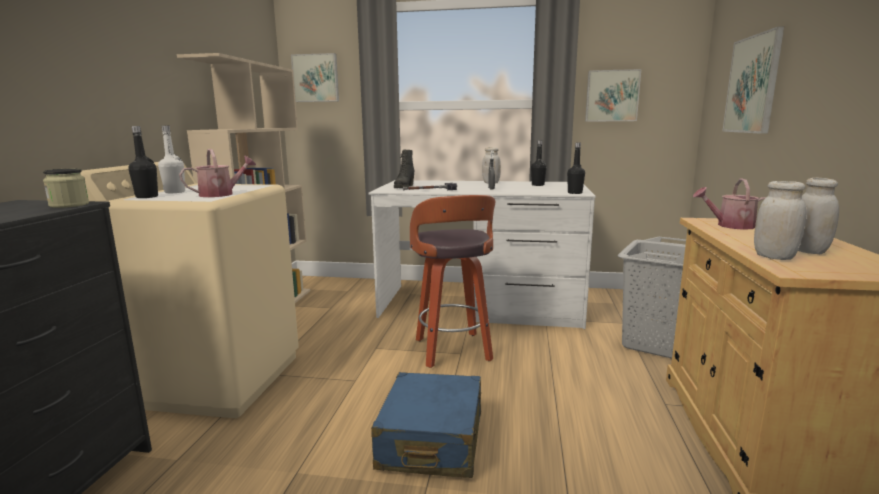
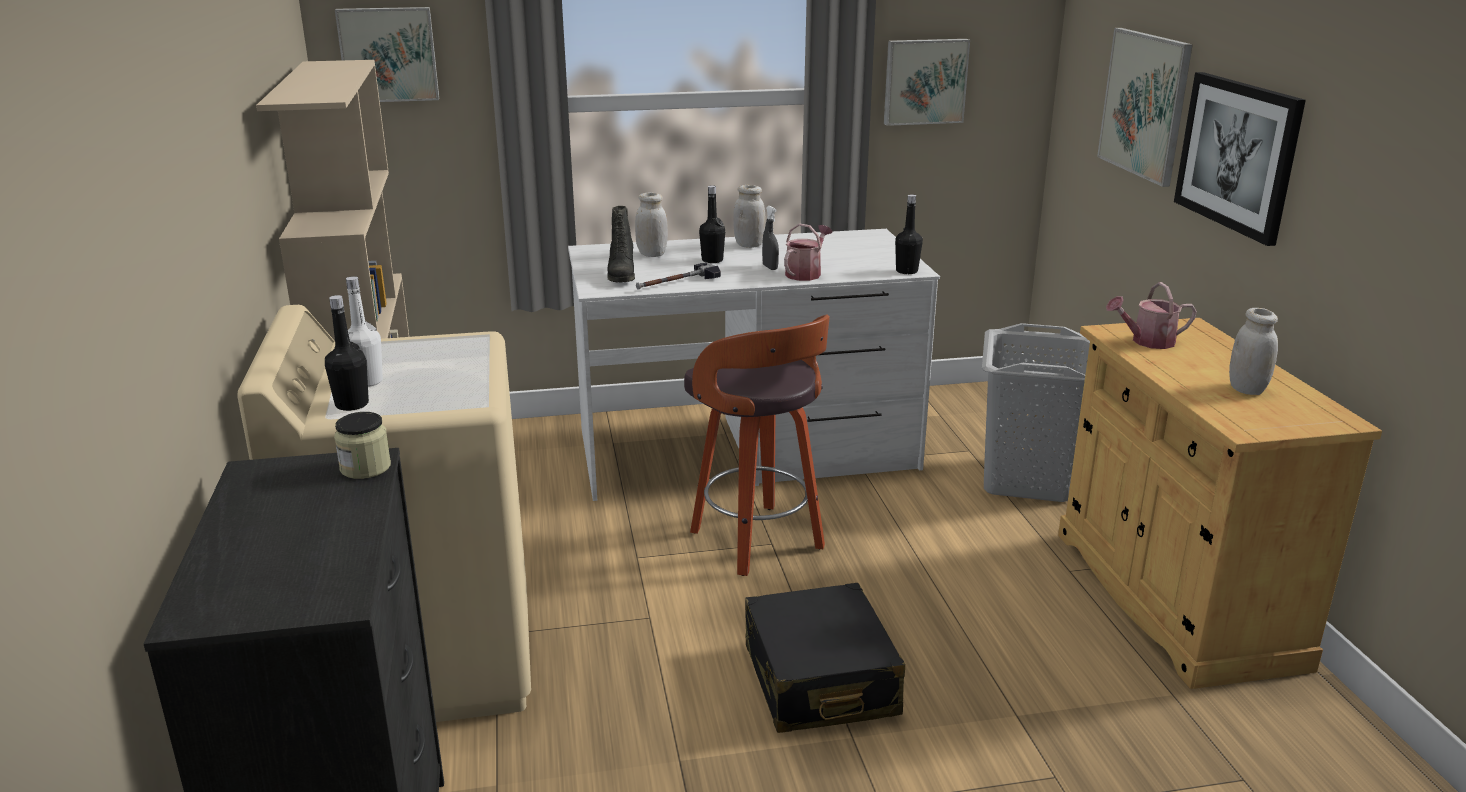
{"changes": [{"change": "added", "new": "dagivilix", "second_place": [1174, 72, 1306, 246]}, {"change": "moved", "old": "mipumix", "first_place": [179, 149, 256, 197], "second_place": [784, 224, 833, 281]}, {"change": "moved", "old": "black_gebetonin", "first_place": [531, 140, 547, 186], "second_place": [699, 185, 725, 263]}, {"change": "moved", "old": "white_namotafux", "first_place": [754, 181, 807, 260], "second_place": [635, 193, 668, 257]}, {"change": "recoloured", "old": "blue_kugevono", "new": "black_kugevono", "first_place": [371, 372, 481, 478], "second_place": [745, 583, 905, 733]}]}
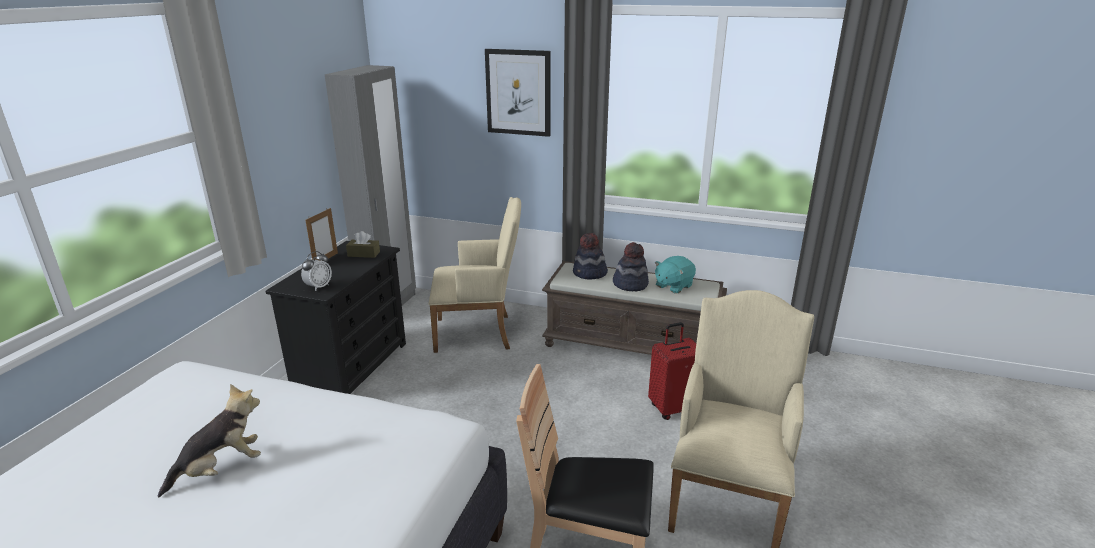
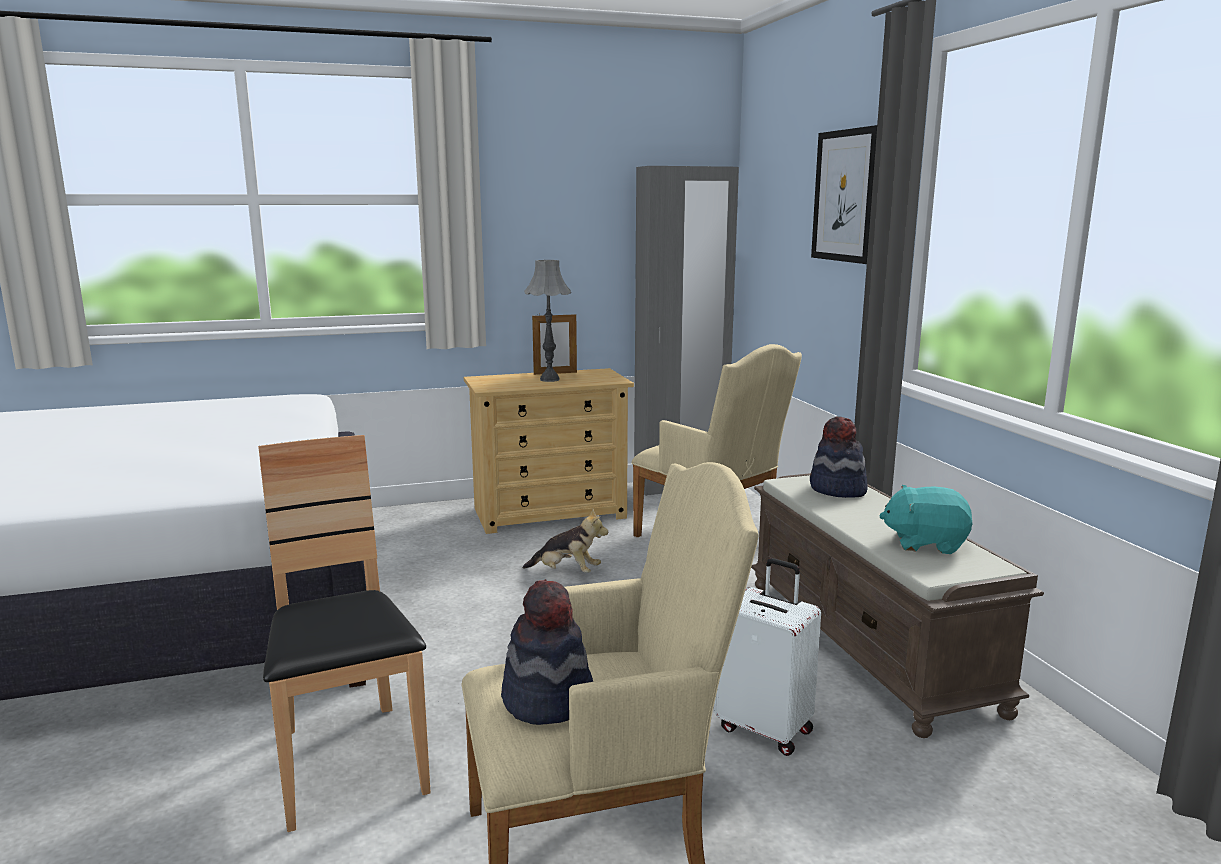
{"changes": [{"change": "removed", "old": "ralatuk", "first_place": [301, 251, 332, 291]}, {"change": "removed", "old": "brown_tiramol", "first_place": [346, 231, 380, 258]}, {"change": "added", "new": "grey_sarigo", "second_place": [524, 260, 571, 382]}, {"change": "moved", "old": "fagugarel", "first_place": [158, 384, 261, 498], "second_place": [523, 509, 608, 573]}, {"change": "moved", "old": "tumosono", "first_place": [613, 242, 649, 291], "second_place": [501, 579, 593, 725]}, {"change": "recoloured", "old": "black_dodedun", "new": "beige_dodedun", "first_place": [266, 241, 406, 394], "second_place": [464, 368, 634, 534]}, {"change": "recoloured", "old": "red_kugevono", "new": "white_kugevono", "first_place": [648, 322, 696, 420], "second_place": [714, 558, 821, 756]}]}
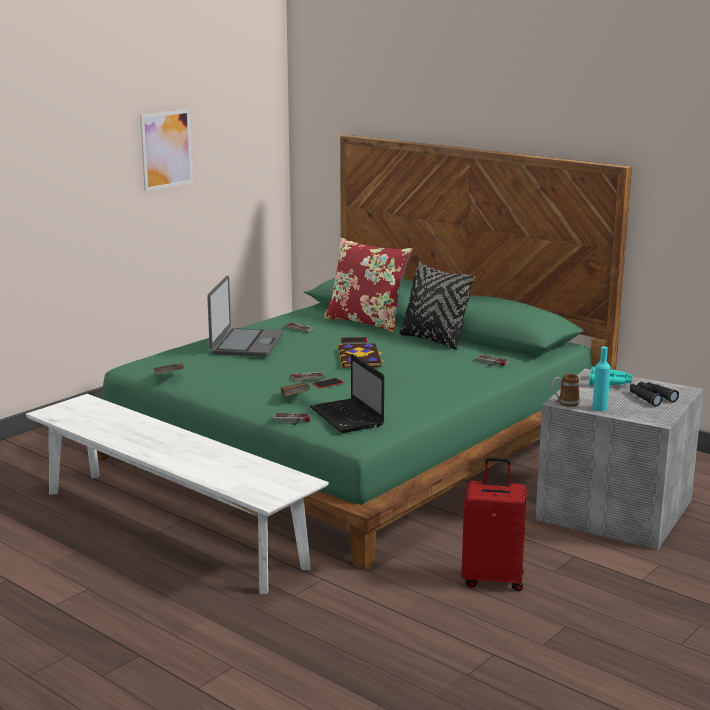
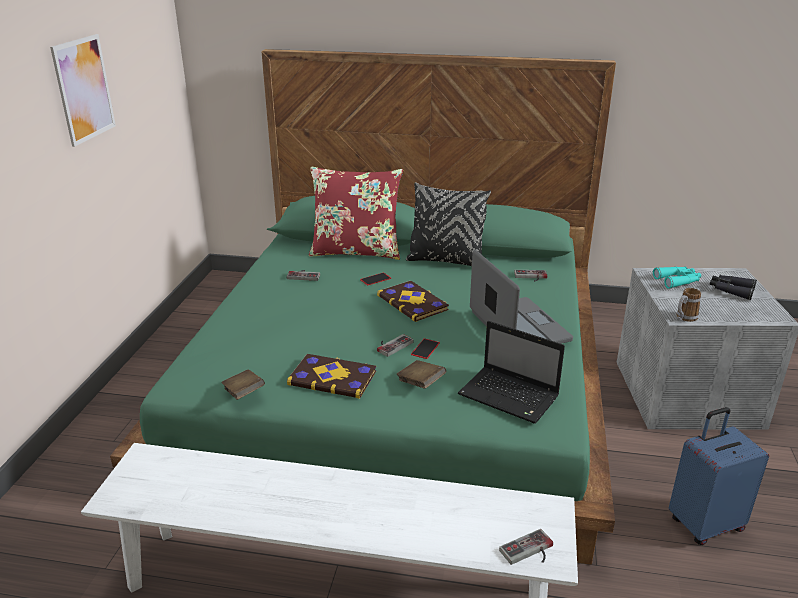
{"changes": [{"change": "removed", "old": "turquoise_gebetonin", "first_place": [592, 347, 611, 412]}, {"change": "added", "new": "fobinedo", "second_place": [287, 354, 376, 399]}, {"change": "moved", "old": "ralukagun", "first_place": [207, 275, 283, 357], "second_place": [470, 250, 573, 344]}, {"change": "moved", "old": "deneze", "first_place": [273, 413, 311, 425], "second_place": [499, 529, 553, 565]}, {"change": "recoloured", "old": "red_kugevono", "new": "blue_kugevono", "first_place": [461, 457, 527, 591], "second_place": [669, 407, 769, 545]}]}
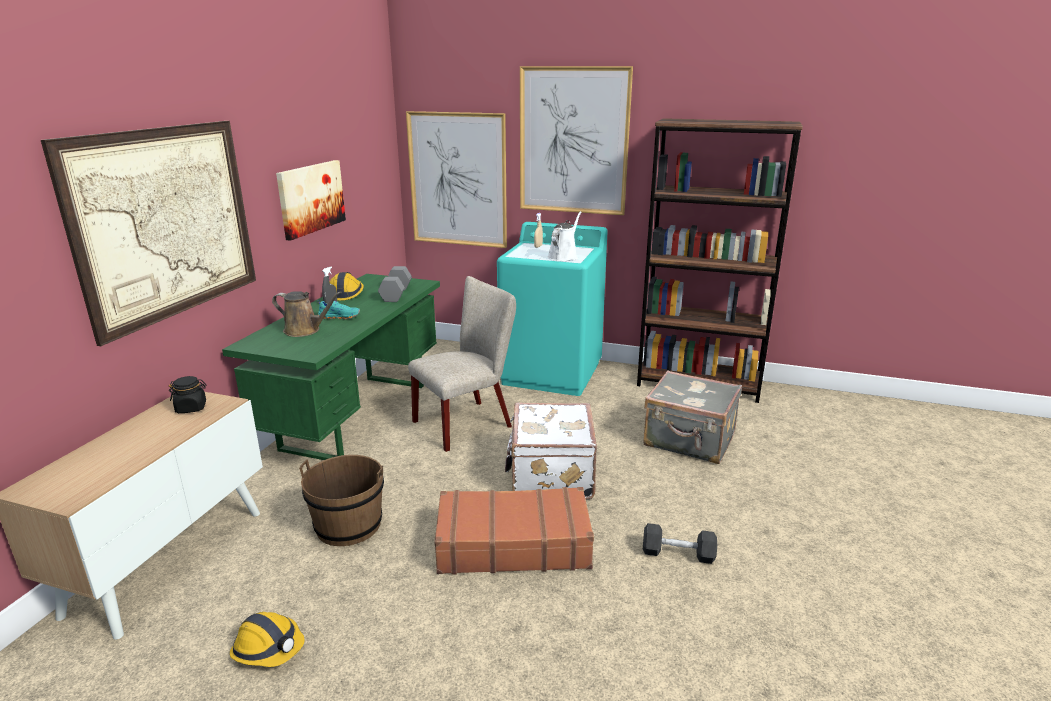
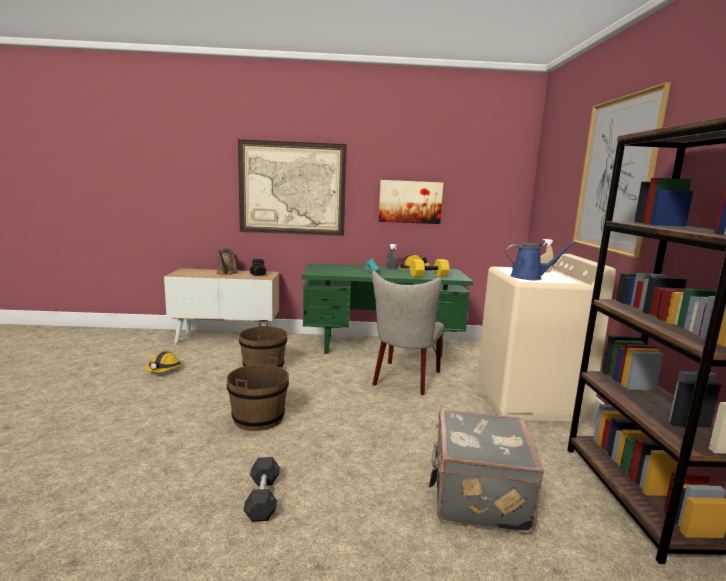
{"changes": [{"change": "removed", "old": "dagivilix", "first_place": [406, 111, 507, 248]}, {"change": "removed", "old": "white_kugevono", "first_place": [505, 403, 597, 499]}, {"change": "moved", "old": "brown_mipumix", "first_place": [272, 291, 342, 337], "second_place": [216, 249, 238, 275]}, {"change": "replaced", "old": "brown_kugevono", "new": "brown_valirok", "first_place": [434, 487, 594, 575], "second_place": [227, 357, 289, 431]}, {"change": "recoloured", "old": "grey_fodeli", "new": "yellow_fodeli", "first_place": [378, 266, 412, 302], "second_place": [410, 259, 450, 277]}, {"change": "recoloured", "old": "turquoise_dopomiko", "new": "beige_dopomiko", "first_place": [497, 222, 608, 396], "second_place": [477, 254, 616, 422]}, {"change": "recoloured", "old": "white_mipumix", "new": "blue_mipumix", "first_place": [548, 211, 582, 261], "second_place": [505, 241, 576, 280]}, {"change": "turned", "old": "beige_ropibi", "first_place": [408, 276, 516, 452], "second_place": [372, 271, 444, 395], "degrees": 75}]}
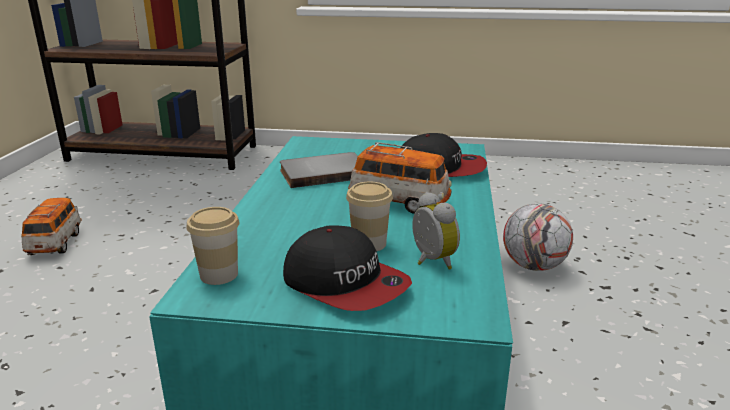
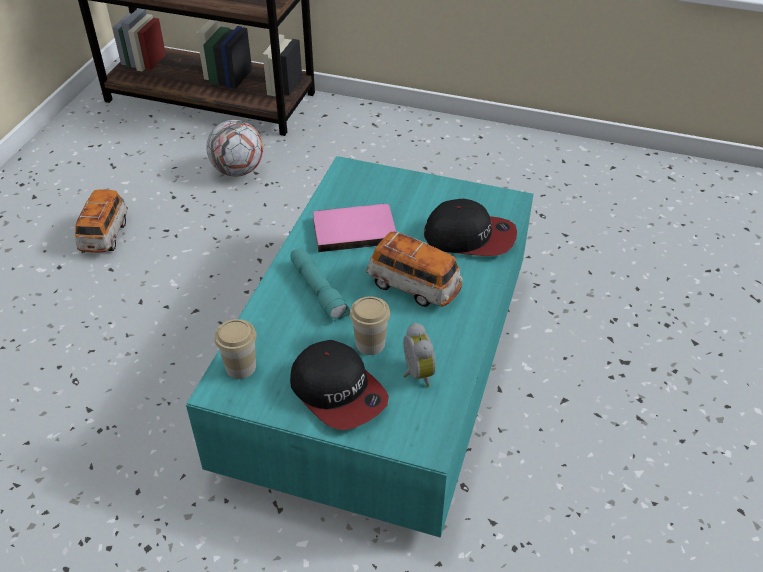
{"changes": [{"change": "added", "new": "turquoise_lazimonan", "second_place": [291, 248, 350, 322]}, {"change": "moved", "old": "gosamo", "first_place": [503, 203, 573, 271], "second_place": [206, 120, 263, 176]}, {"change": "recoloured", "old": "grey_fobinedo", "new": "pink_fobinedo", "first_place": [280, 152, 358, 188], "second_place": [313, 204, 396, 252]}]}
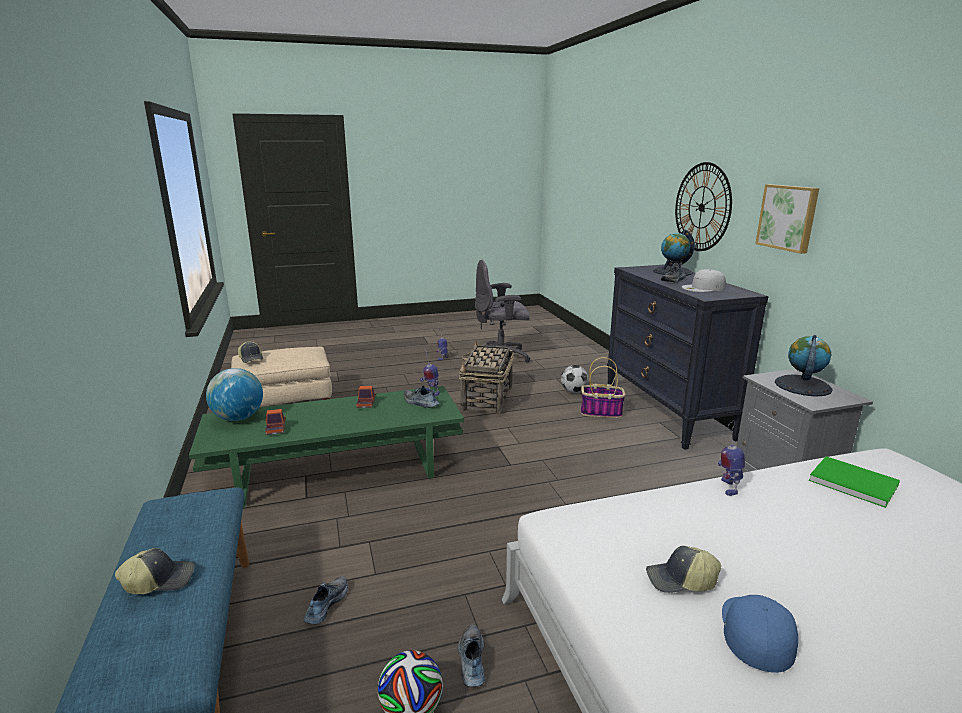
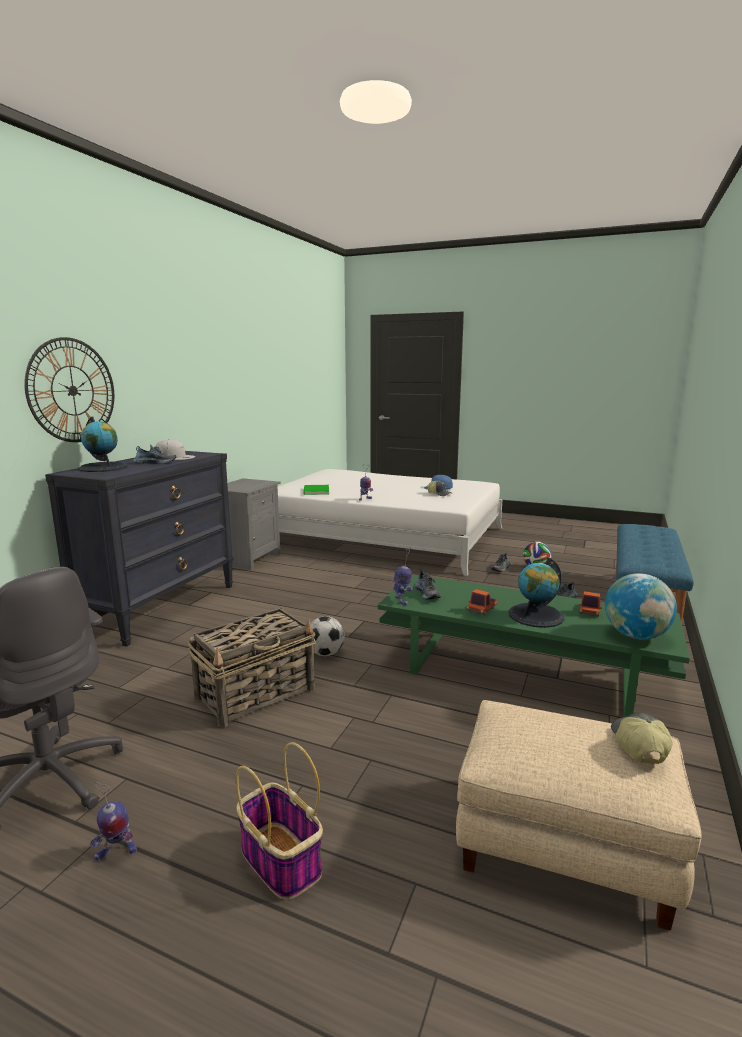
{"changes": [{"change": "removed", "old": "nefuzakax", "first_place": [115, 548, 195, 594]}, {"change": "removed", "old": "dagivilix", "first_place": [755, 184, 819, 254]}, {"change": "moved", "old": "gosamo", "first_place": [561, 365, 589, 393], "second_place": [310, 616, 345, 656]}, {"change": "moved", "old": "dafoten", "first_place": [581, 357, 626, 418], "second_place": [236, 742, 323, 900]}, {"change": "moved", "old": "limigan", "first_place": [775, 335, 833, 397], "second_place": [508, 557, 565, 628]}]}
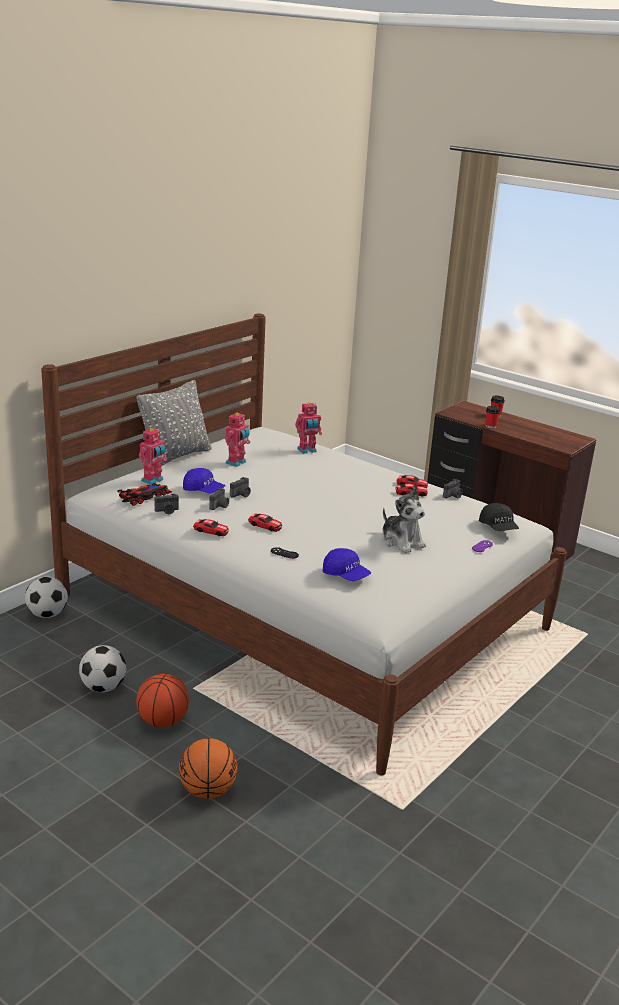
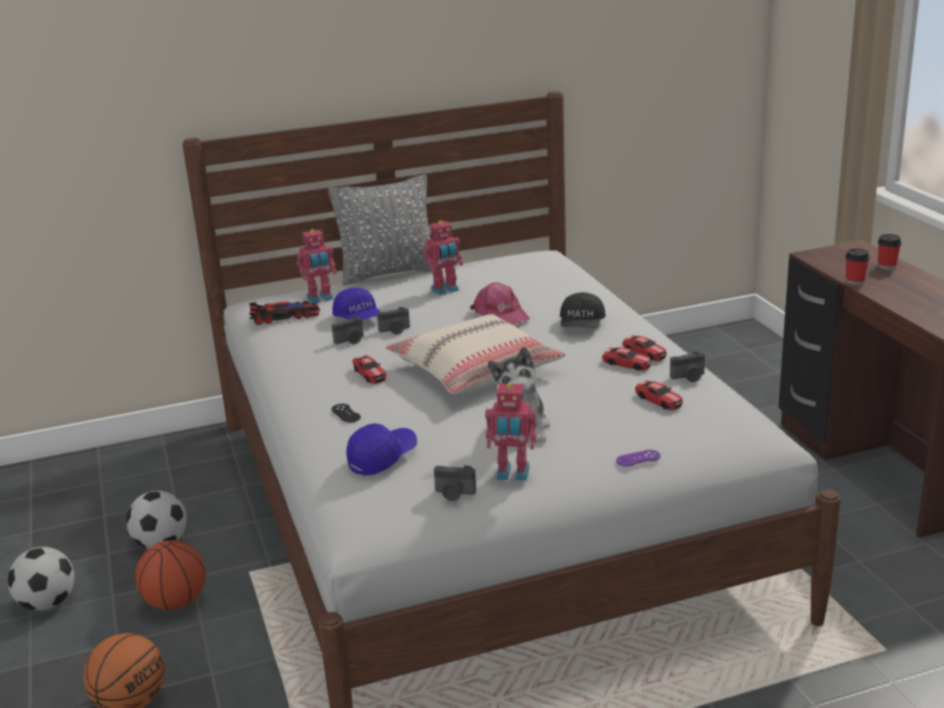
{"changes": [{"change": "added", "new": "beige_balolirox", "second_place": [386, 313, 566, 394]}, {"change": "added", "new": "pink_nefuzakax", "second_place": [470, 282, 530, 325]}, {"change": "moved", "old": "gosamo", "first_place": [25, 576, 68, 618], "second_place": [8, 547, 75, 611]}, {"change": "moved", "old": "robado", "first_place": [155, 494, 179, 514], "second_place": [434, 465, 476, 501]}, {"change": "moved", "old": "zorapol", "first_place": [193, 519, 229, 536], "second_place": [635, 380, 683, 410]}, {"change": "moved", "old": "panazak", "first_place": [295, 402, 322, 454], "second_place": [485, 383, 537, 481]}, {"change": "moved", "old": "black_nefuzakax", "first_place": [479, 503, 519, 531], "second_place": [560, 292, 606, 328]}, {"change": "turned", "old": "blue_nefuzakax", "first_place": [323, 548, 371, 581], "second_place": [346, 423, 417, 476], "degrees": -120}]}
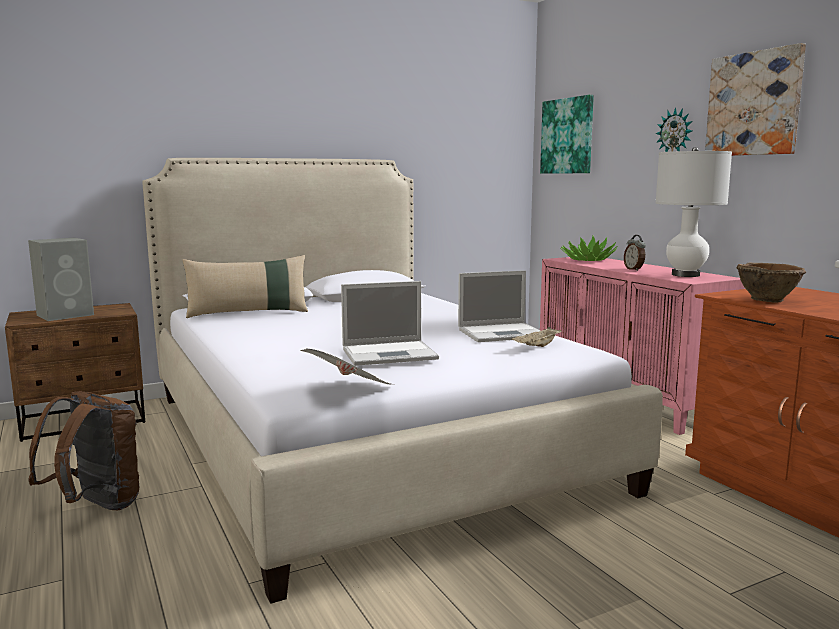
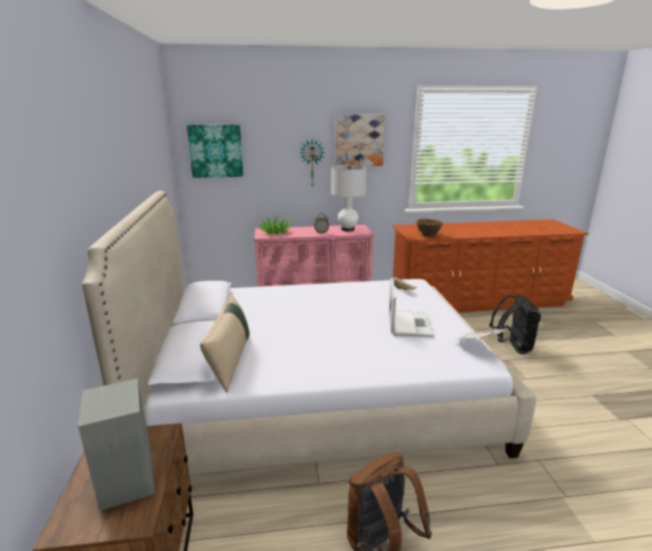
{"changes": [{"change": "removed", "old": "ralukagun", "first_place": [458, 270, 540, 342]}, {"change": "added", "new": "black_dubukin", "second_place": [489, 294, 541, 354]}]}
